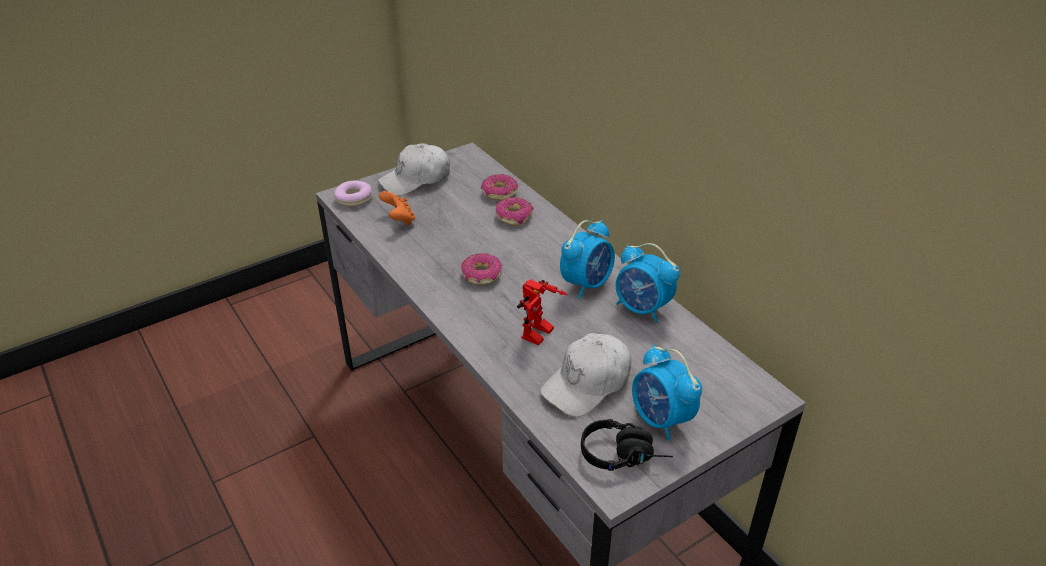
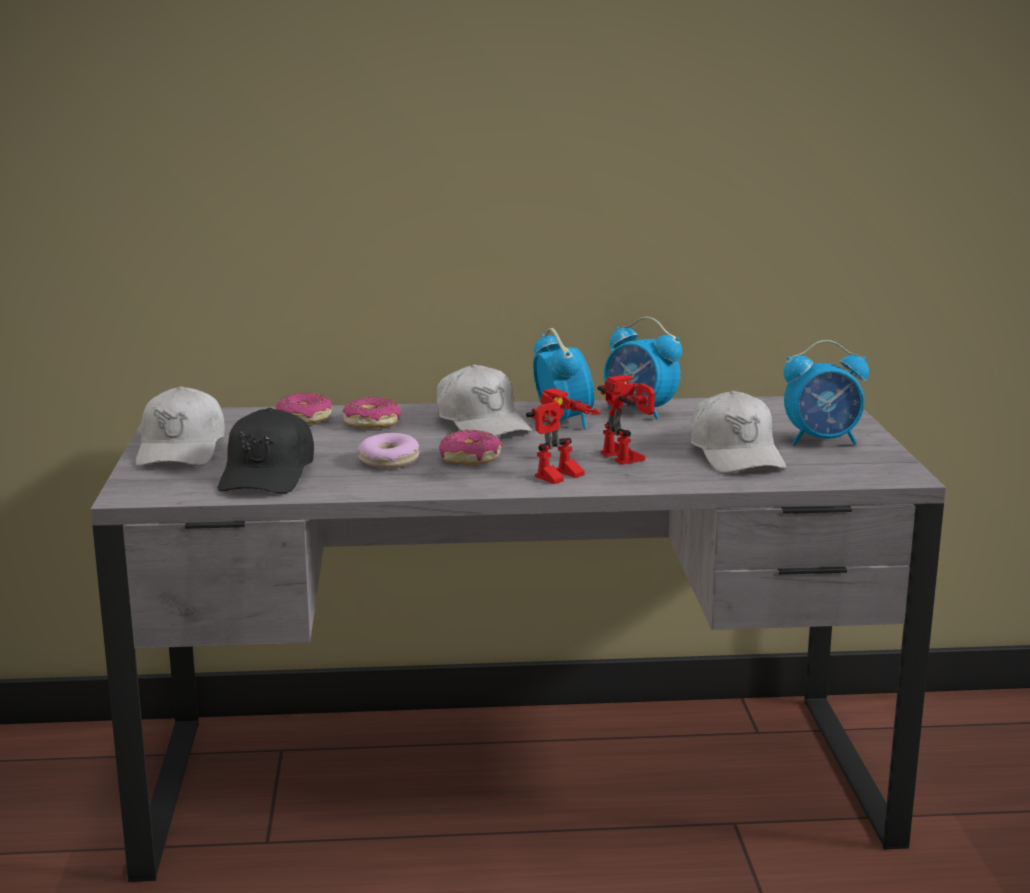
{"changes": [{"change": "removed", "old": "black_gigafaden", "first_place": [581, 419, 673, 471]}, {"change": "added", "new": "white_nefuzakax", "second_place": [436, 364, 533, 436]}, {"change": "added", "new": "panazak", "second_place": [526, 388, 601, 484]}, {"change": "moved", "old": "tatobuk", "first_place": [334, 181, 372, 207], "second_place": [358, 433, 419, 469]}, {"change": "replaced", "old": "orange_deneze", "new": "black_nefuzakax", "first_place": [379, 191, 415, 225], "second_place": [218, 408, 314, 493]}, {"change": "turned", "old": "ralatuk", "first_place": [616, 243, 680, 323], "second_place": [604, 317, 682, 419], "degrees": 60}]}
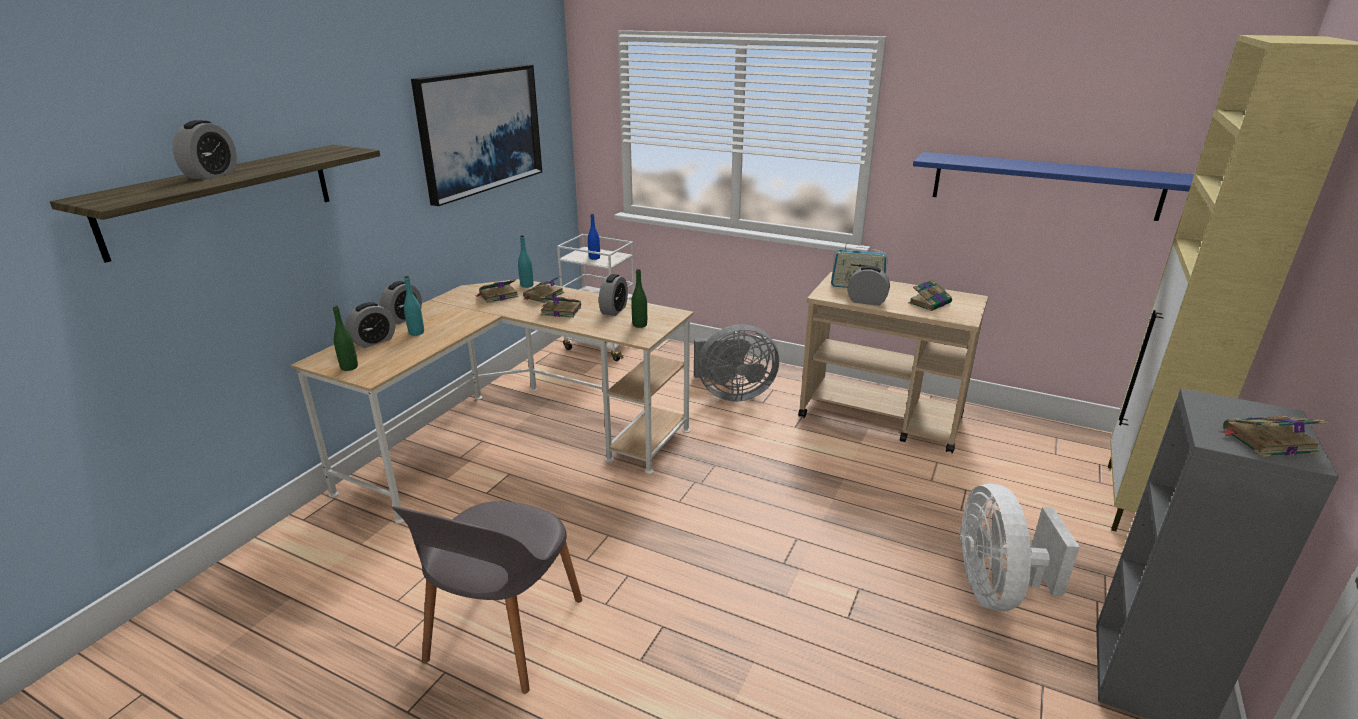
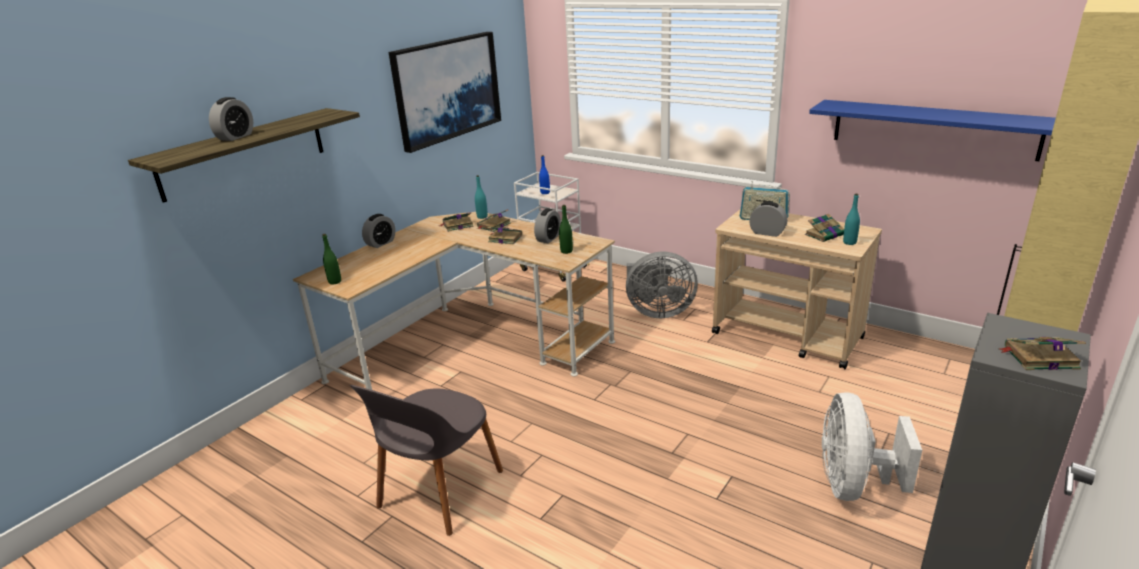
{"changes": [{"change": "removed", "old": "ralatuk", "first_place": [345, 302, 395, 348]}, {"change": "moved", "old": "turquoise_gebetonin", "first_place": [404, 276, 424, 336], "second_place": [843, 194, 860, 245]}]}
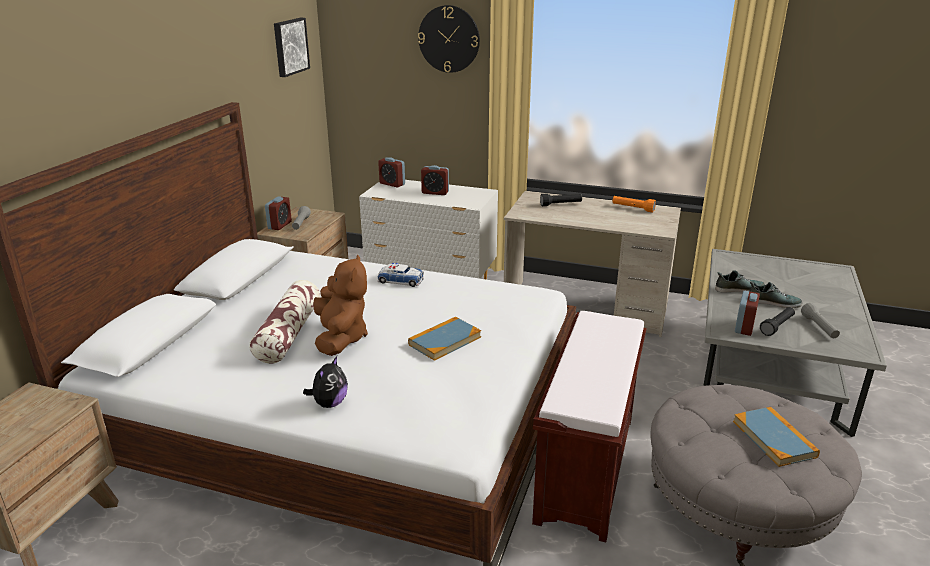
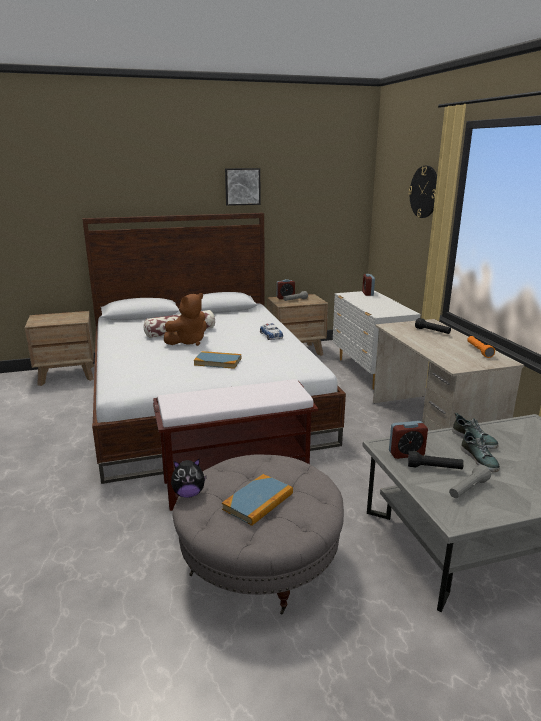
{"changes": [{"change": "removed", "old": "ralatuk", "first_place": [421, 165, 449, 195]}, {"change": "moved", "old": "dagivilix", "first_place": [274, 18, 310, 77], "second_place": [225, 168, 260, 206]}, {"change": "moved", "old": "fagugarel", "first_place": [303, 356, 348, 408], "second_place": [171, 459, 207, 498]}]}
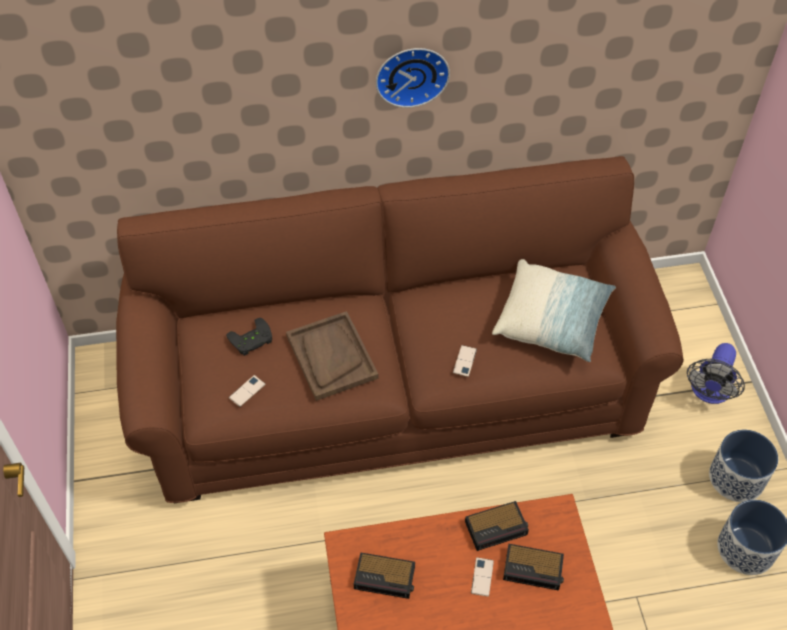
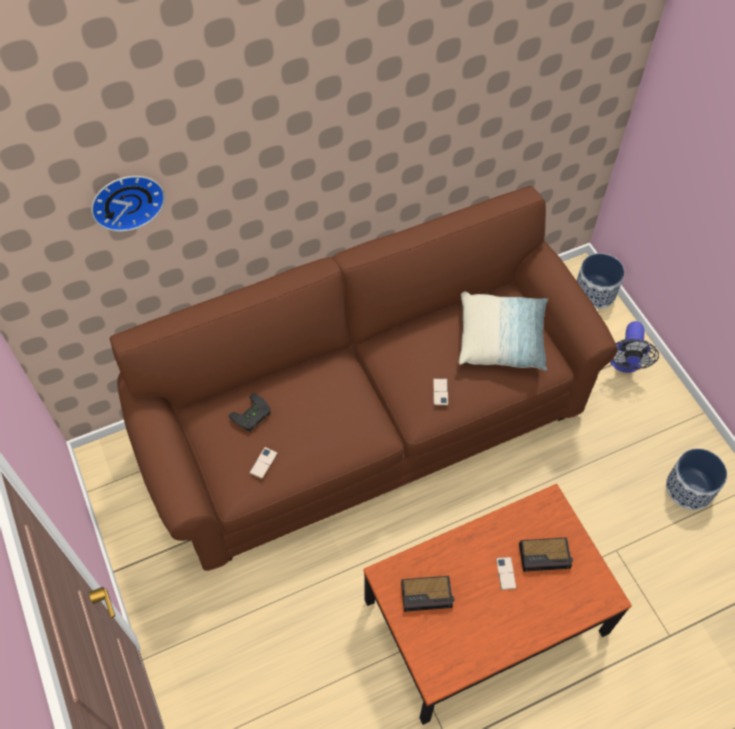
{"changes": [{"change": "removed", "old": "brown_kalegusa", "first_place": [286, 311, 379, 401]}, {"change": "removed", "old": "ralatuk", "first_place": [465, 501, 529, 551]}, {"change": "moved", "old": "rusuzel", "first_place": [376, 48, 450, 108], "second_place": [91, 176, 165, 232]}, {"change": "moved", "old": "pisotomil", "first_place": [709, 430, 778, 502], "second_place": [577, 253, 625, 309]}]}
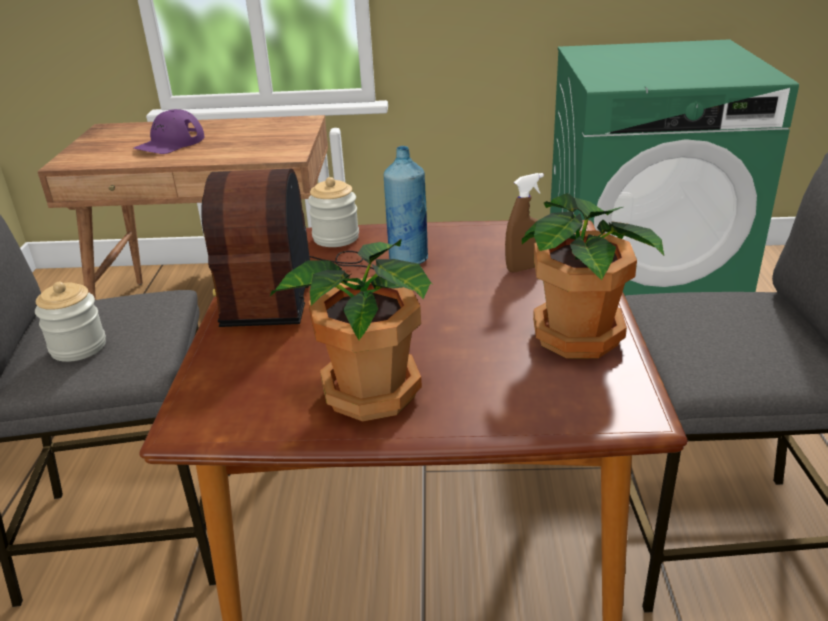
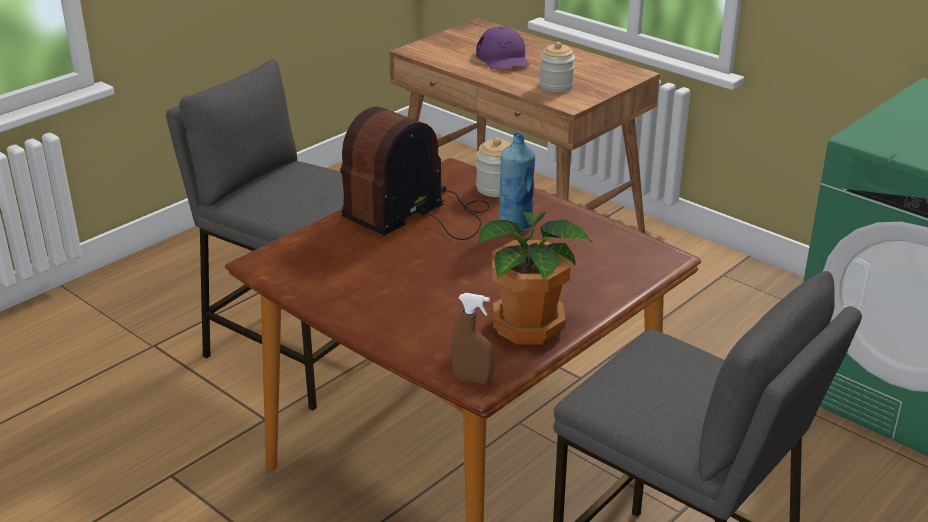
{"changes": [{"change": "removed", "old": "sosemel", "first_place": [270, 239, 434, 422]}, {"change": "moved", "old": "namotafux", "first_place": [35, 282, 106, 362], "second_place": [539, 42, 575, 92]}, {"change": "moved", "old": "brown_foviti", "first_place": [505, 173, 544, 272], "second_place": [451, 293, 494, 384]}, {"change": "turned", "old": "purple_nefuzakax", "first_place": [134, 109, 205, 154], "second_place": [476, 26, 530, 69], "degrees": -90}]}
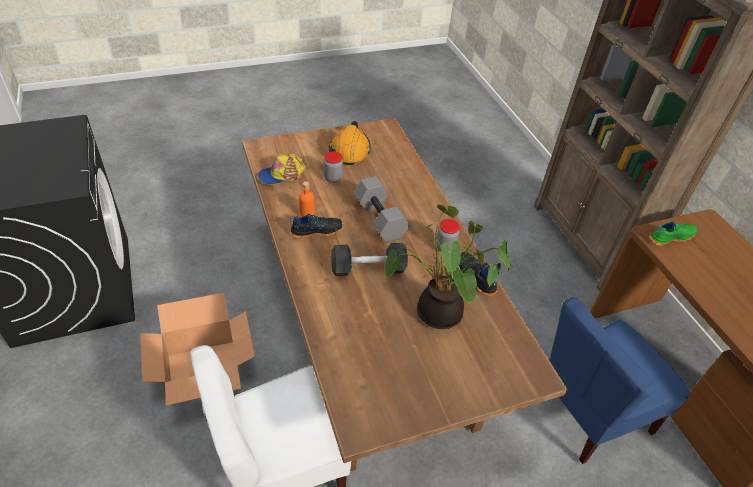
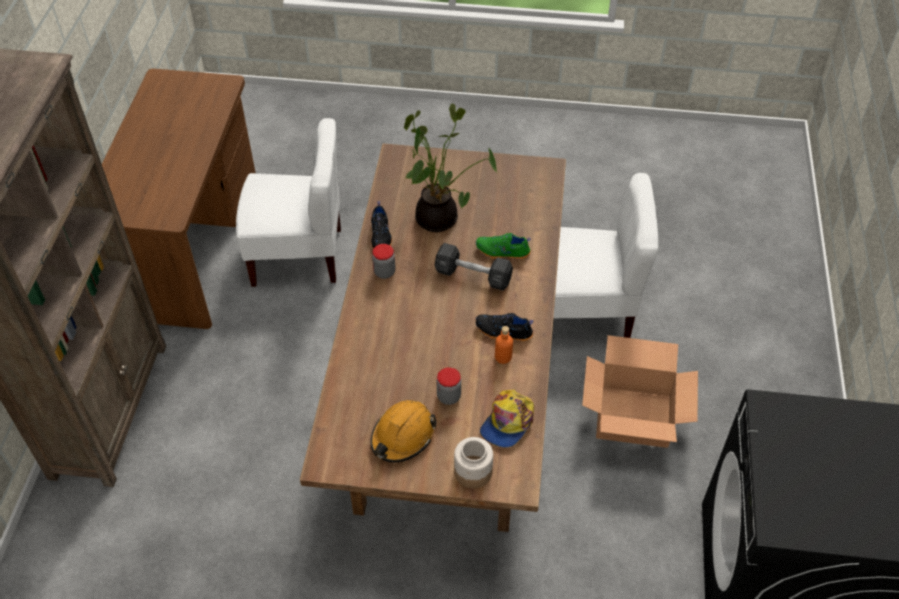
{"changes": [{"change": "removed", "old": "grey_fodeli", "first_place": [354, 176, 410, 243]}, {"change": "added", "new": "namotafux", "second_place": [454, 437, 493, 488]}, {"change": "moved", "old": "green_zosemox", "first_place": [650, 221, 697, 246], "second_place": [476, 233, 531, 259]}, {"change": "recoloured", "old": "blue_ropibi", "new": "white_ropibi", "first_place": [549, 297, 690, 464], "second_place": [236, 118, 341, 287]}, {"change": "turned", "old": "nefuzakax", "first_place": [258, 154, 306, 185], "second_place": [480, 390, 534, 448], "degrees": 120}]}
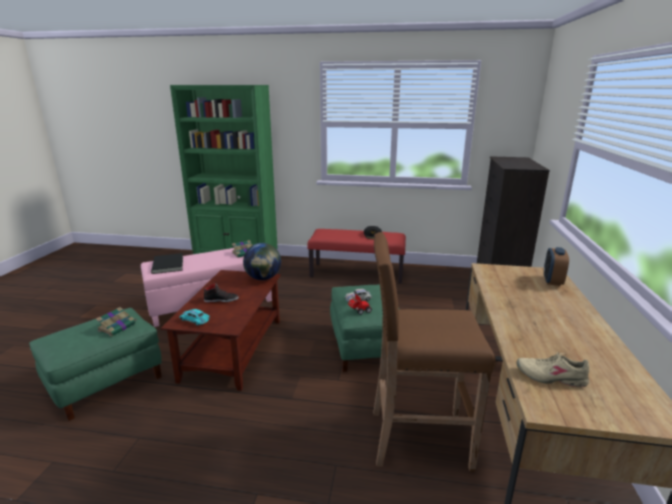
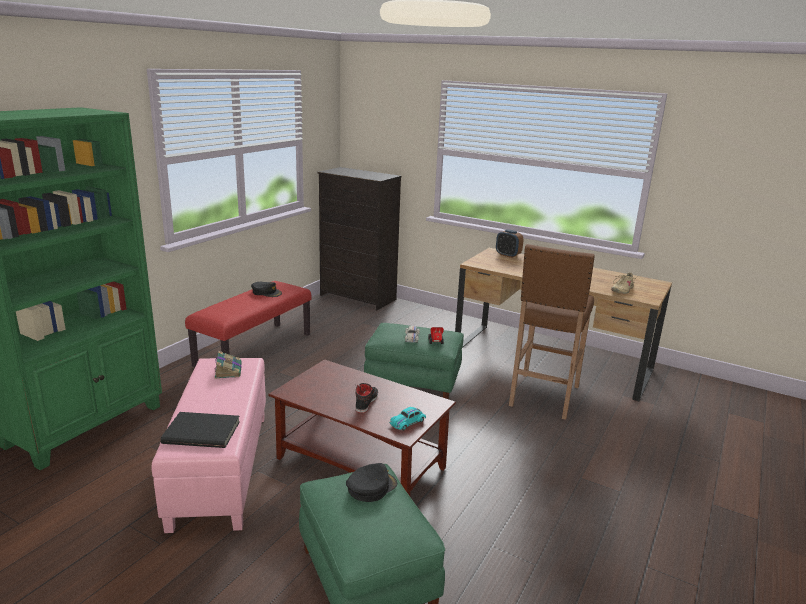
{"changes": [{"change": "removed", "old": "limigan", "first_place": [243, 243, 281, 280]}, {"change": "replaced", "old": "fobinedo", "new": "black_nefuzakax", "first_place": [96, 307, 137, 337], "second_place": [346, 463, 397, 502]}]}
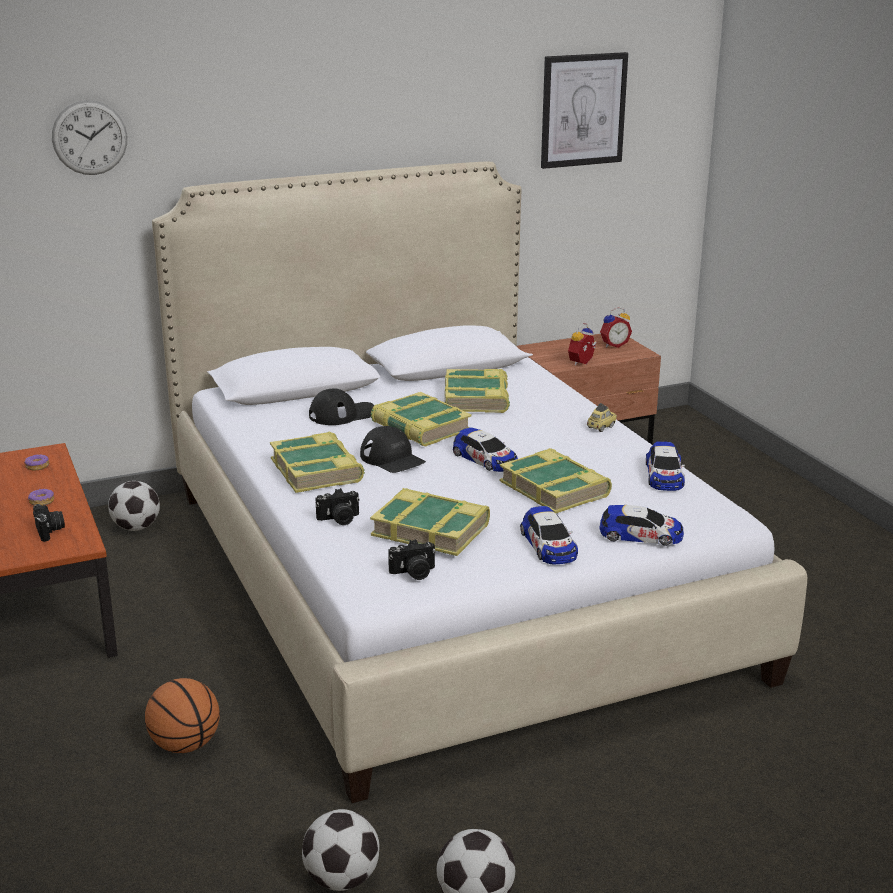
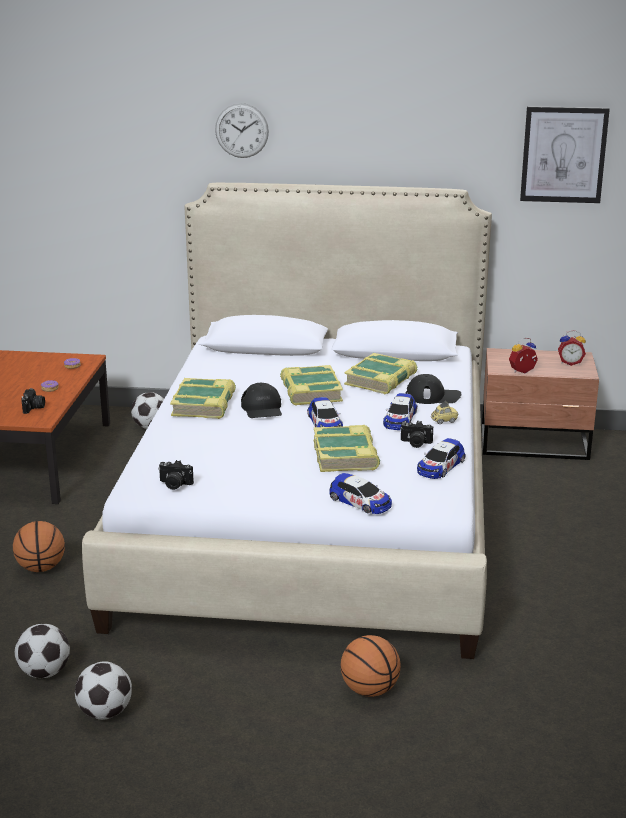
{"changes": [{"change": "removed", "old": "fobinedo", "first_place": [370, 488, 490, 556]}, {"change": "added", "new": "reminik", "second_place": [341, 635, 401, 697]}, {"change": "moved", "old": "rusuzel", "first_place": [52, 100, 127, 175], "second_place": [215, 103, 269, 158]}, {"change": "moved", "old": "black_nefuzakax", "first_place": [309, 389, 374, 425], "second_place": [406, 374, 461, 404]}, {"change": "moved", "old": "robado", "first_place": [316, 488, 360, 525], "second_place": [400, 421, 433, 448]}, {"change": "moved", "old": "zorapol", "first_place": [520, 506, 578, 565], "second_place": [383, 393, 417, 430]}]}
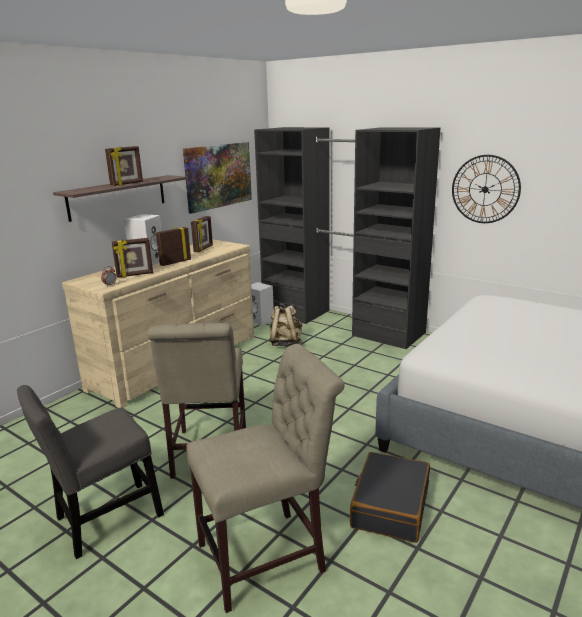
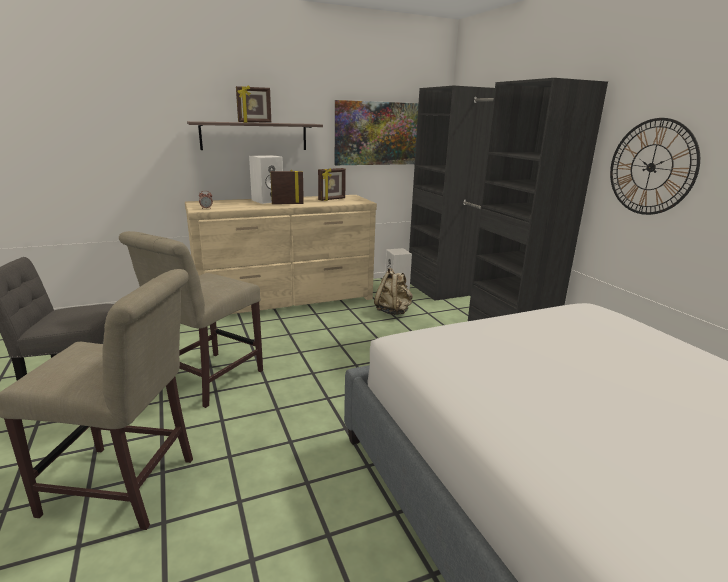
{"changes": [{"change": "removed", "old": "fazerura", "first_place": [112, 238, 153, 278]}, {"change": "removed", "old": "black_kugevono", "first_place": [350, 452, 430, 543]}]}
